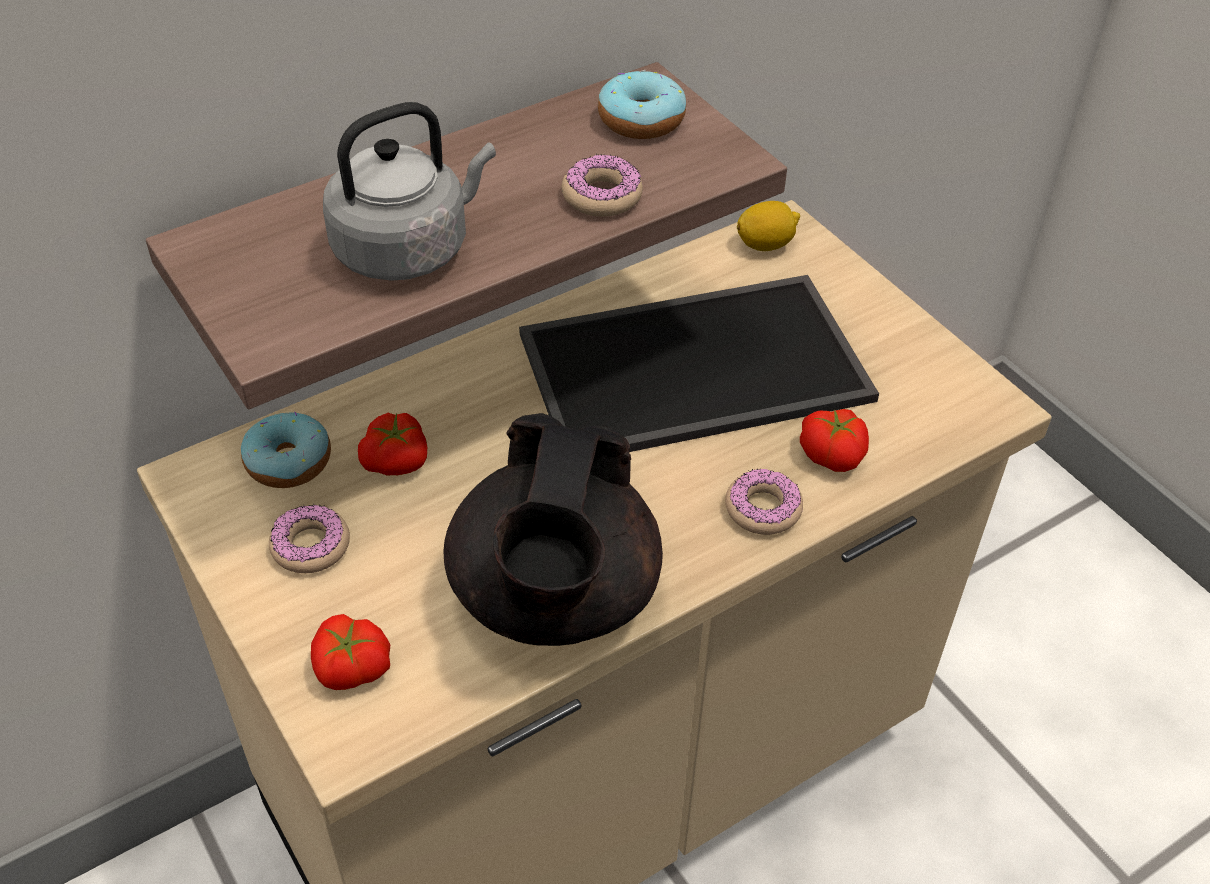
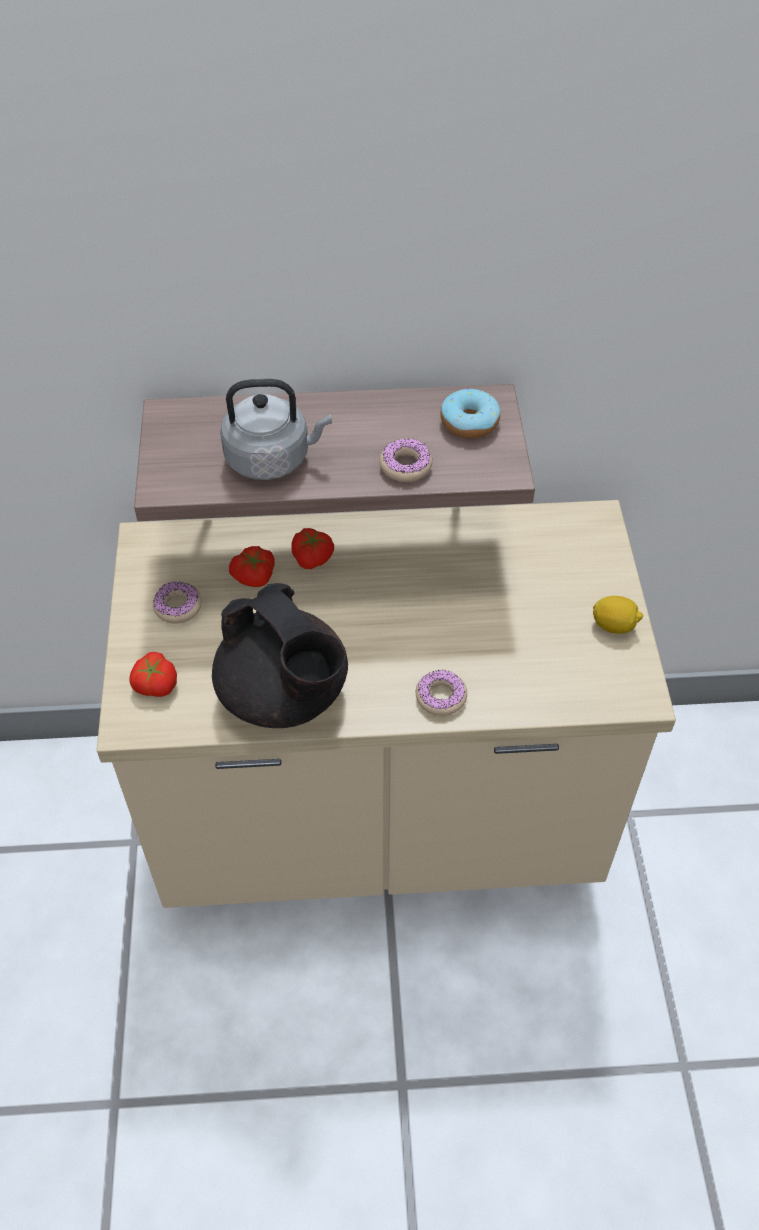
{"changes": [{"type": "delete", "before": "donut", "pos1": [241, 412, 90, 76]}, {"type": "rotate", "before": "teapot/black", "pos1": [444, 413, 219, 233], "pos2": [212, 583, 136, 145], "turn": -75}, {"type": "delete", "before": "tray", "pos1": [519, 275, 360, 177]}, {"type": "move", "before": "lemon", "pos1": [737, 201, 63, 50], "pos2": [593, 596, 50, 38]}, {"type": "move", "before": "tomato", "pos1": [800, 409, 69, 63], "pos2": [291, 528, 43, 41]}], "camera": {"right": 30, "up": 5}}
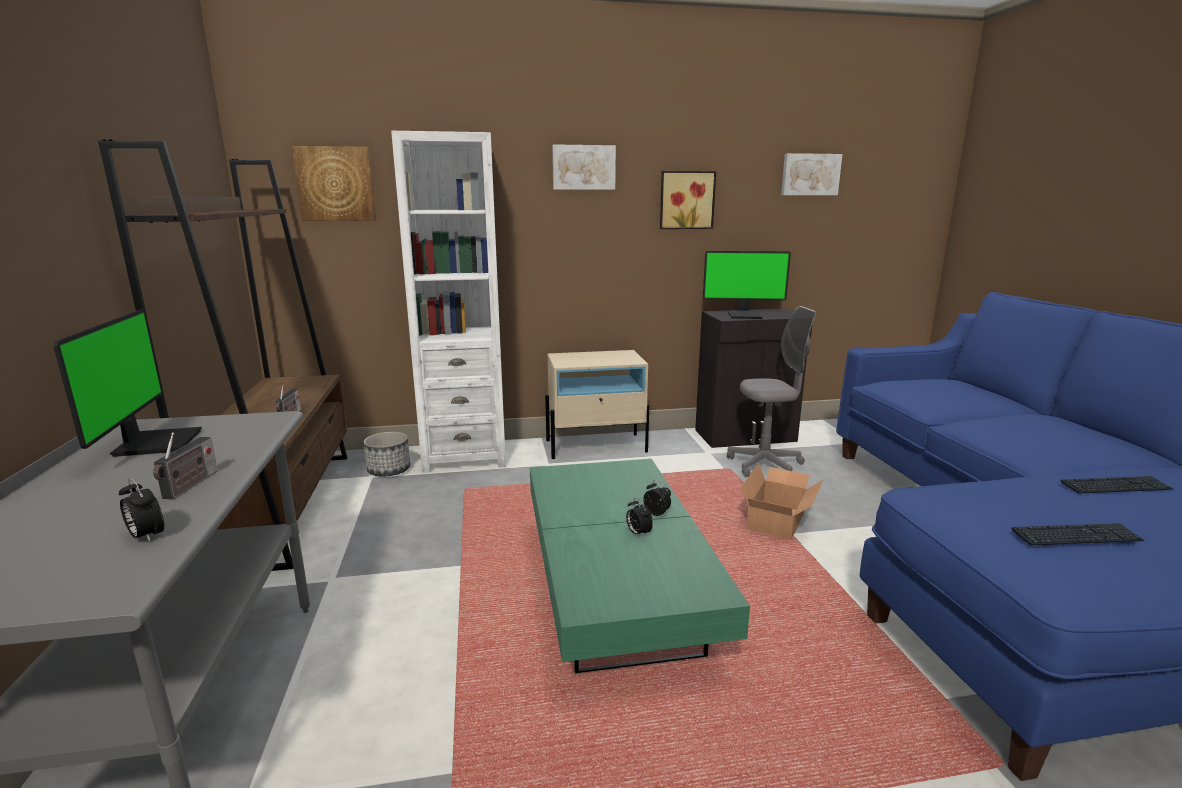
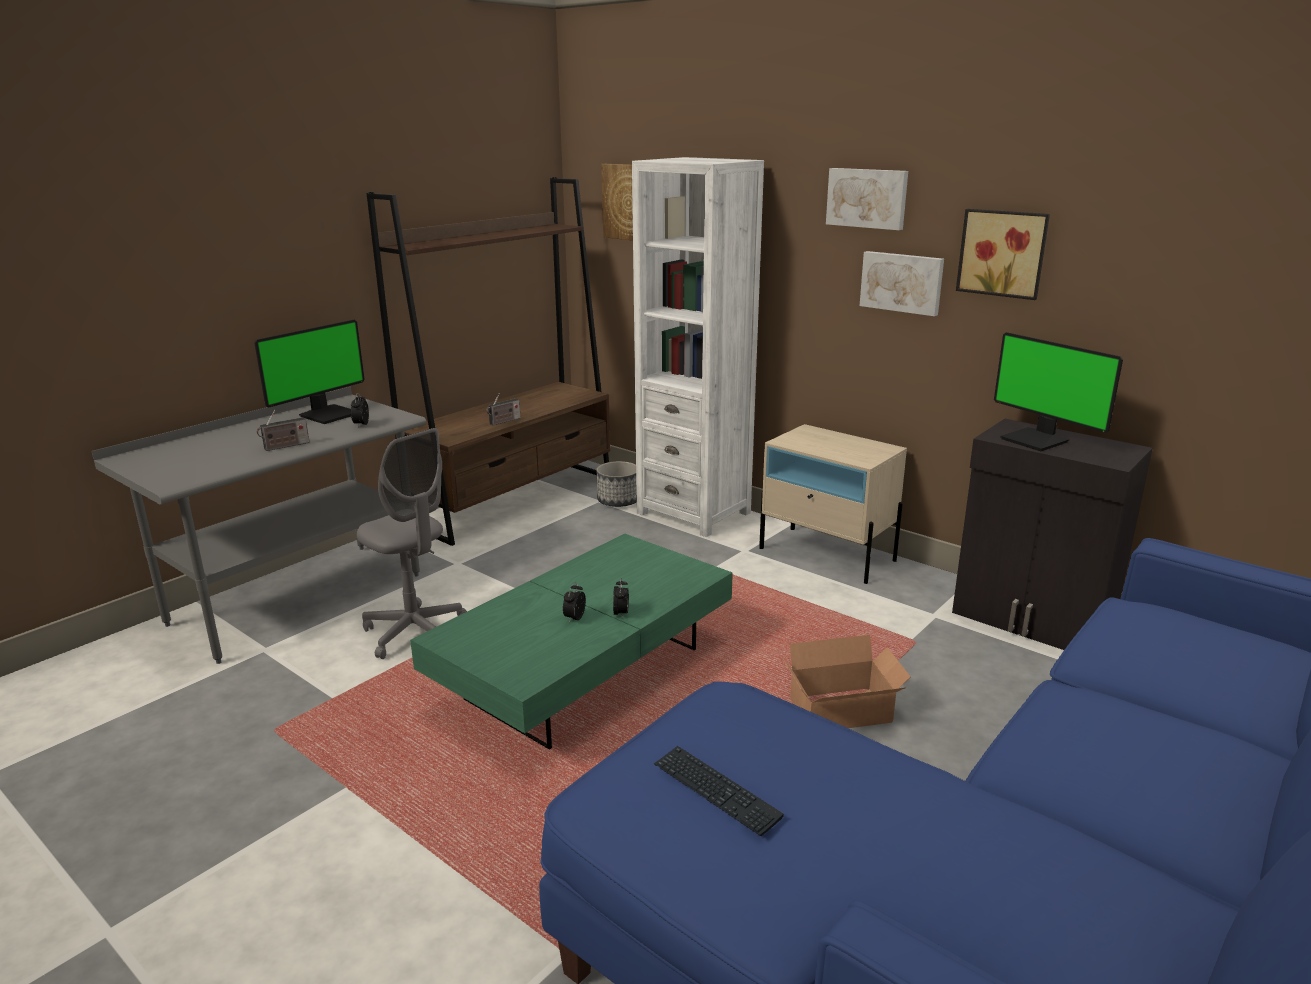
{"changes": [{"type": "move", "before": "alarm clock", "pos1": [119, 478, 45, 65], "pos2": [351, 393, 18, 34]}, {"type": "move", "before": "office chair/grey", "pos1": [727, 306, 89, 171], "pos2": [357, 428, 110, 231]}, {"type": "move", "before": "picture", "pos1": [781, 153, 62, 42], "pos2": [860, 251, 84, 65]}, {"type": "delete", "before": "keyboard", "pos1": [1061, 476, 113, 18]}], "camera": {"right": 50, "up": 5}}
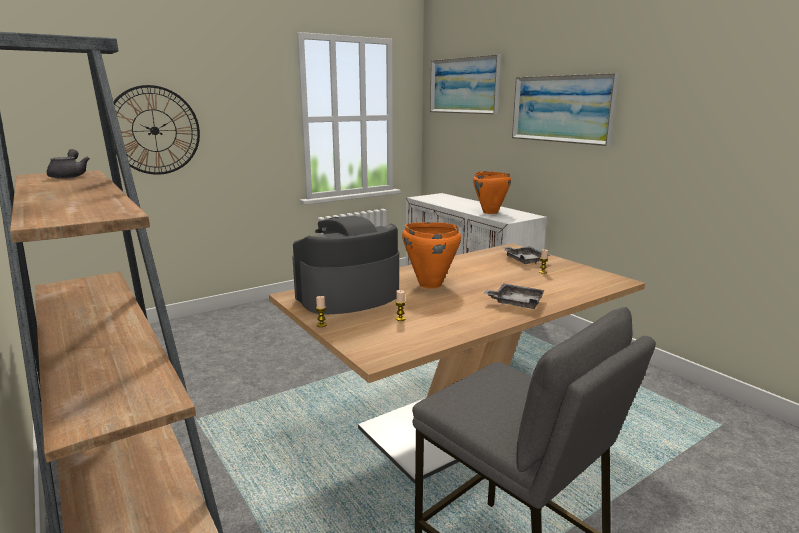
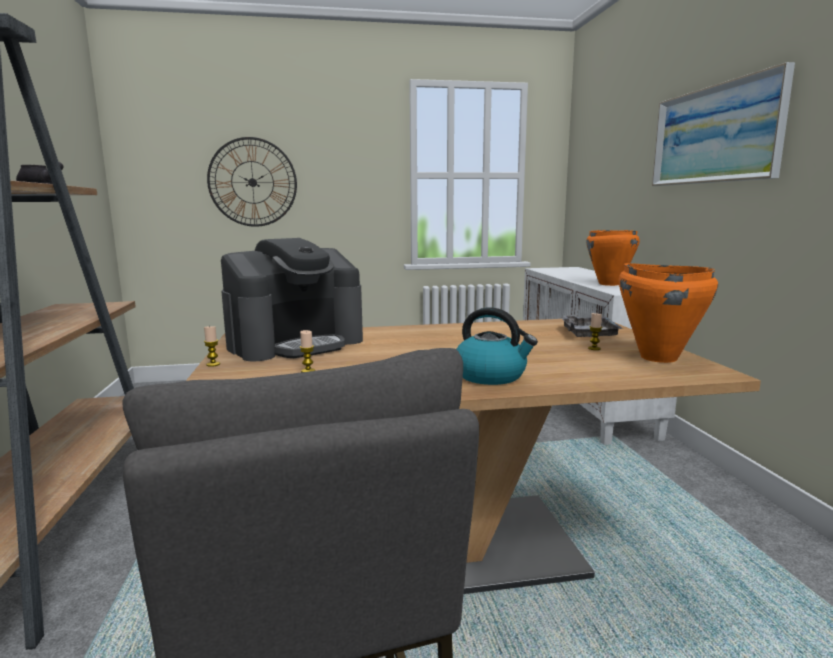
{"changes": [{"type": "rotate", "before": "coffee machine", "pos1": [292, 216, 107, 99], "pos2": [221, 238, 142, 123], "turn": 150}, {"type": "move", "before": "cooking pot/orange", "pos1": [402, 222, 59, 66], "pos2": [619, 263, 99, 100]}, {"type": "delete", "before": "picture", "pos1": [430, 54, 71, 60]}, {"type": "replace", "before": "tray/grey", "after": "kettle", "pos1": [483, 283, 62, 26], "pos2": [456, 307, 82, 78]}], "camera": {"right": 25, "up": -5}}
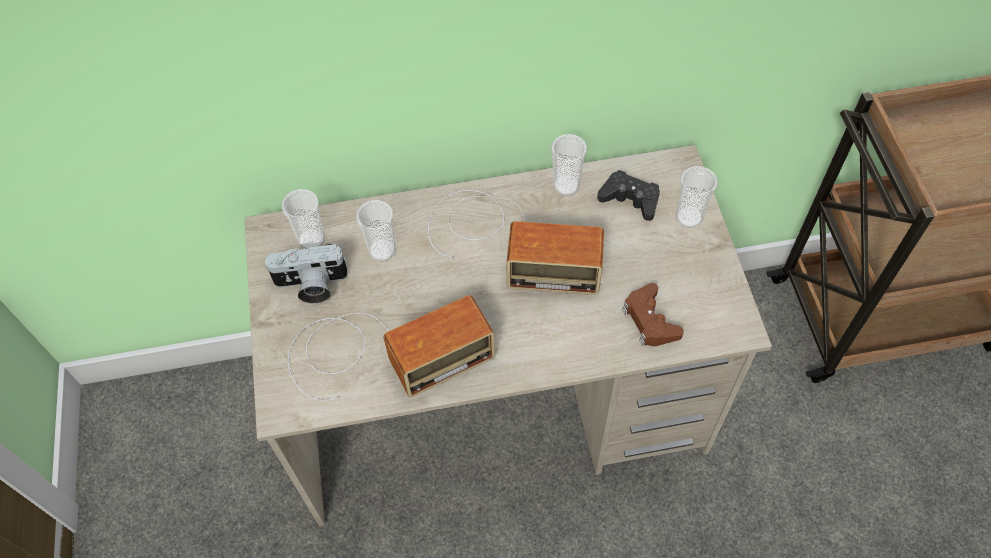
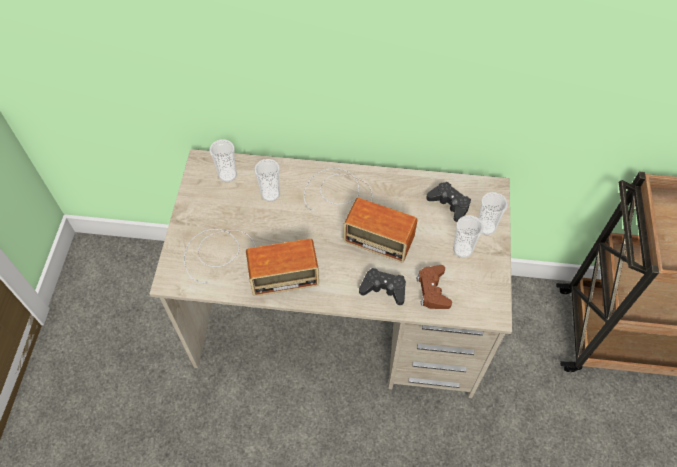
{"changes": [{"type": "delete", "before": "photo camera", "pos1": [265, 244, 83, 59]}, {"type": "move", "before": "cup", "pos1": [551, 134, 36, 62], "pos2": [453, 215, 30, 43]}, {"type": "insert", "after": "game controller/black", "pos2": [359, 268, 47, 37]}], "camera": {"right": 15, "up": 0}}
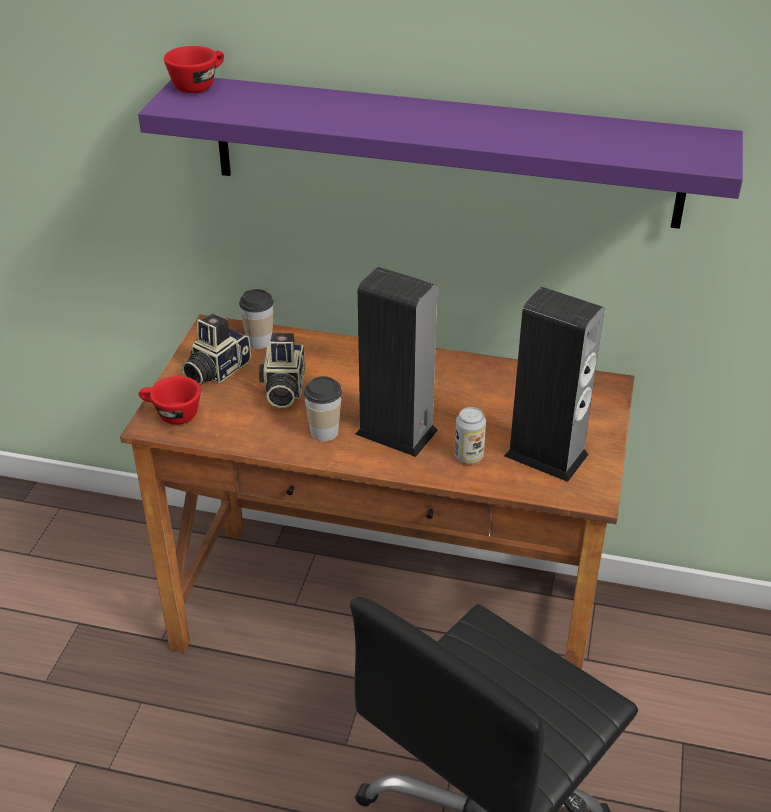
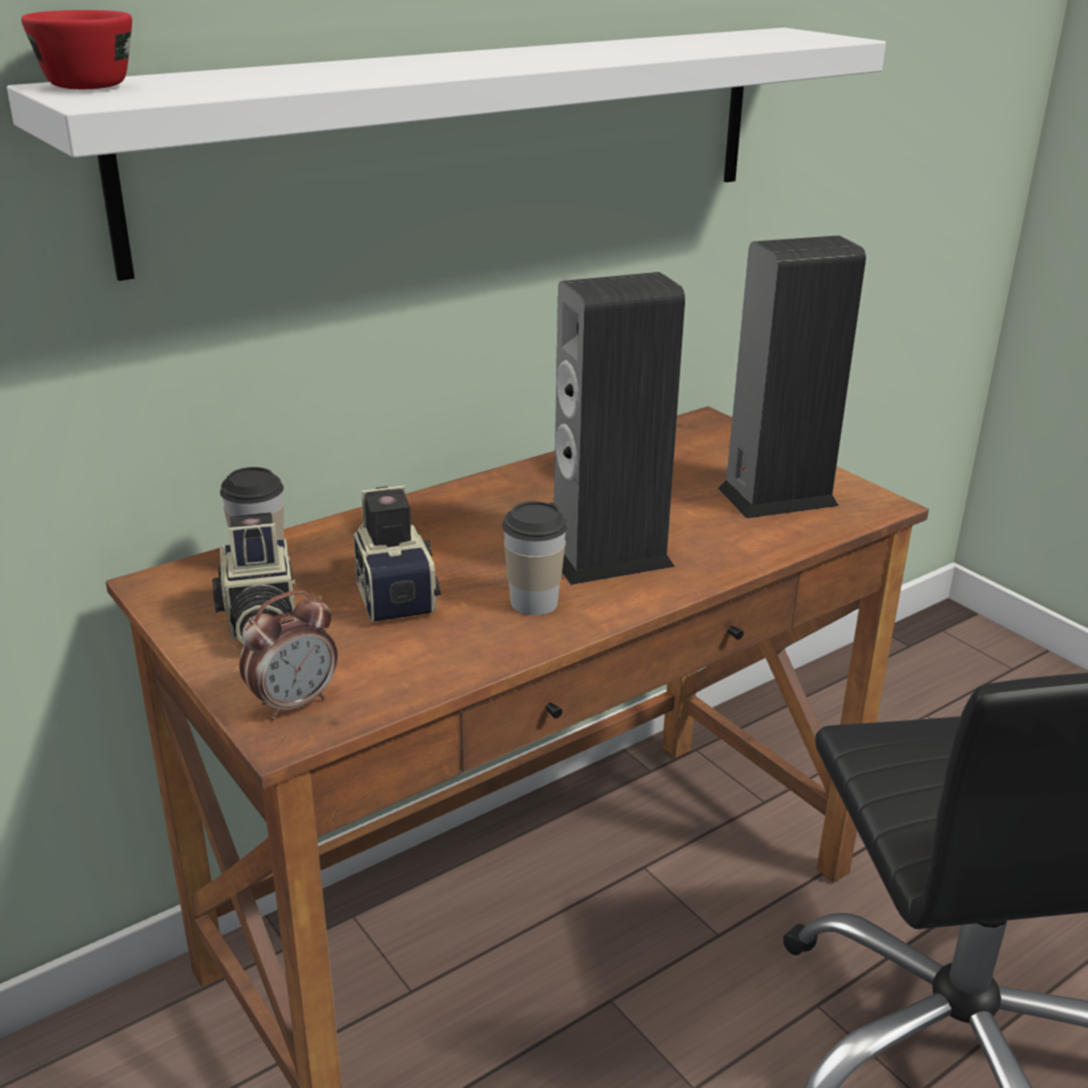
{"changes": [{"type": "recolor", "before": "shelf/purple", "after": "shelf/white", "pos1": [138, 78, 605, 151], "pos2": [7, 28, 879, 253]}, {"type": "replace", "before": "cup/red", "after": "alarm clock", "pos1": [139, 376, 62, 49], "pos2": [239, 590, 99, 130]}, {"type": "rotate", "before": "photo camera", "pos1": [259, 333, 46, 75], "pos2": [353, 485, 88, 138], "turn": -150}, {"type": "delete", "before": "can", "pos1": [455, 407, 31, 57]}], "camera": {"right": -50, "up": -10}}
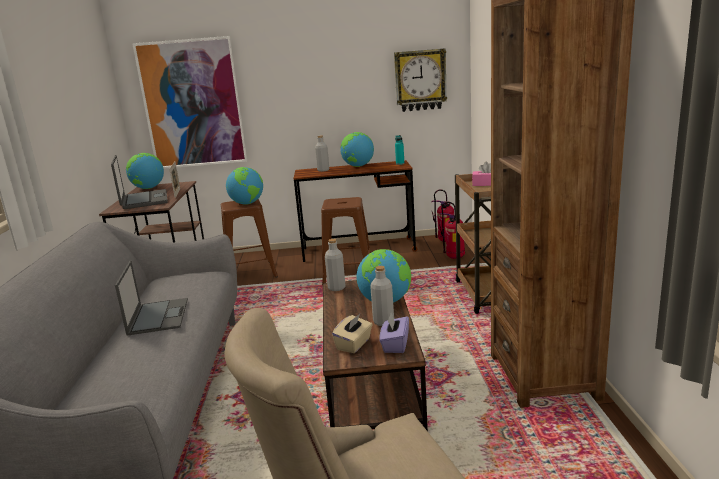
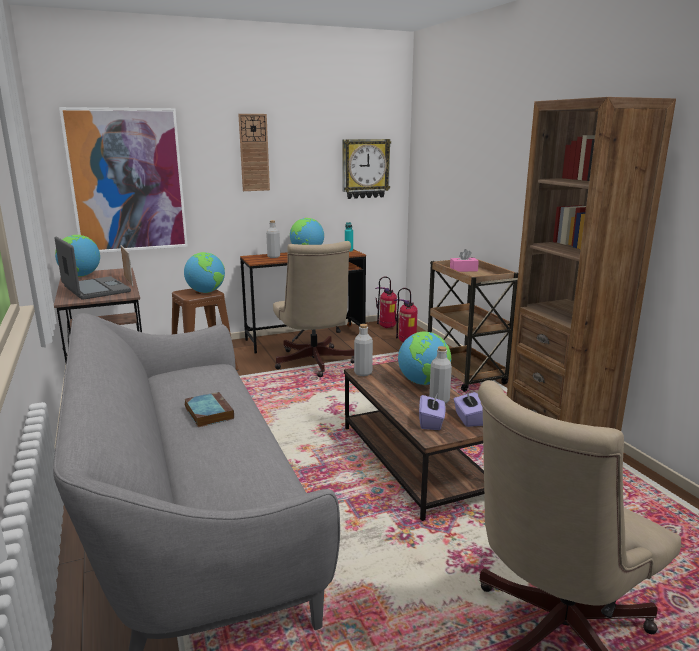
{"changes": [{"type": "replace", "before": "laptop", "after": "book", "pos1": [115, 261, 73, 75], "pos2": [185, 392, 49, 36]}, {"type": "replace", "before": "stool/brown", "after": "office chair/beige", "pos1": [321, 197, 50, 89], "pos2": [273, 241, 81, 136]}, {"type": "recolor", "before": "tissue box/beige", "after": "tissue box/purple", "pos1": [332, 314, 41, 39], "pos2": [419, 395, 27, 35]}, {"type": "insert", "after": "wall clock", "pos2": [238, 114, 32, 77]}], "camera": {"right": -20, "up": 0}}
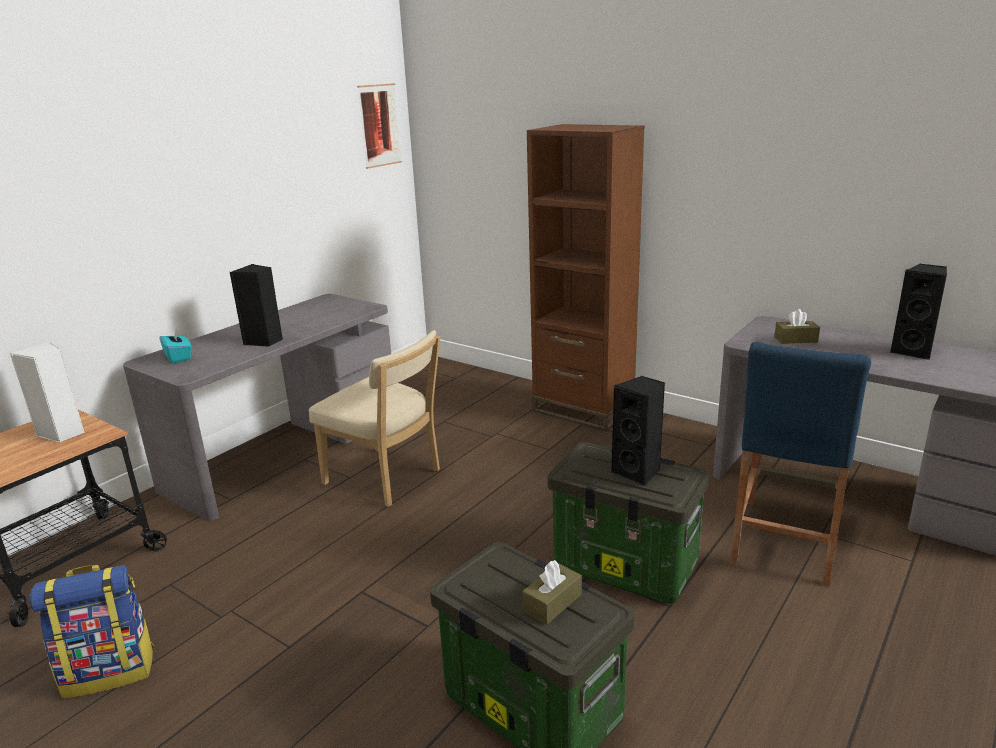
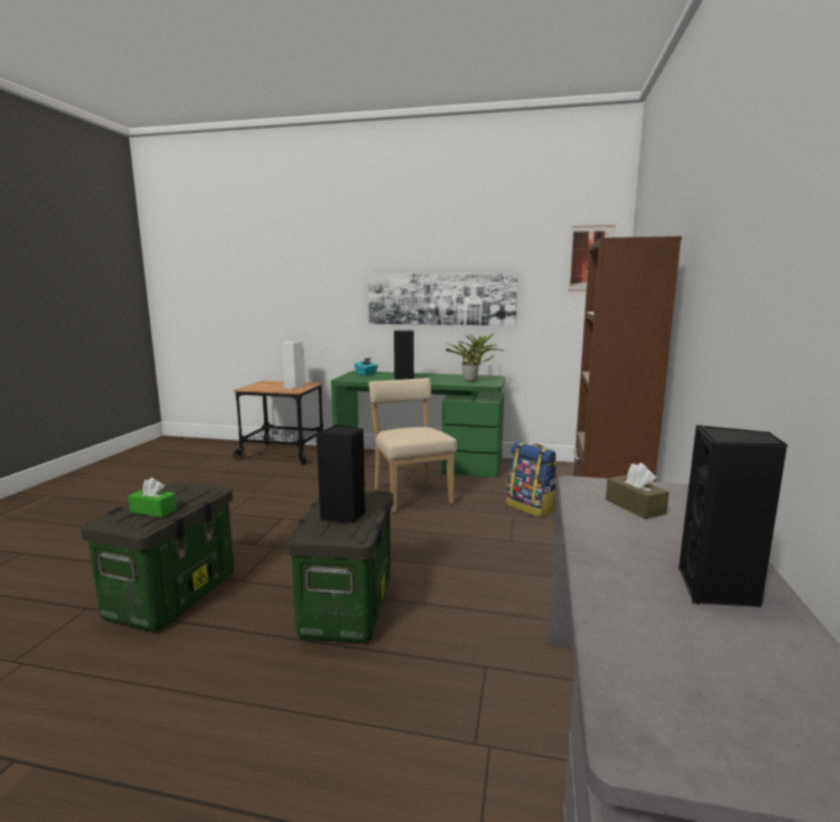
{"changes": [{"type": "move", "before": "backpack", "pos1": [29, 565, 125, 133], "pos2": [507, 442, 50, 75]}, {"type": "recolor", "before": "desk/grey", "after": "desk/green", "pos1": [123, 294, 268, 227], "pos2": [331, 371, 174, 107]}, {"type": "rotate", "before": "chair/beige", "pos1": [309, 330, 131, 177], "pos2": [369, 378, 88, 135], "turn": 150}, {"type": "recolor", "before": "tissue box/brown", "after": "tissue box/green", "pos1": [522, 560, 60, 65], "pos2": [128, 478, 49, 39]}, {"type": "delete", "before": "stool/blue", "pos1": [730, 341, 141, 246]}, {"type": "insert", "after": "picture", "pos2": [368, 273, 150, 53]}, {"type": "insert", "after": "potted plant", "pos2": [446, 332, 58, 50]}], "camera": {"right": 65, "up": -10}}
